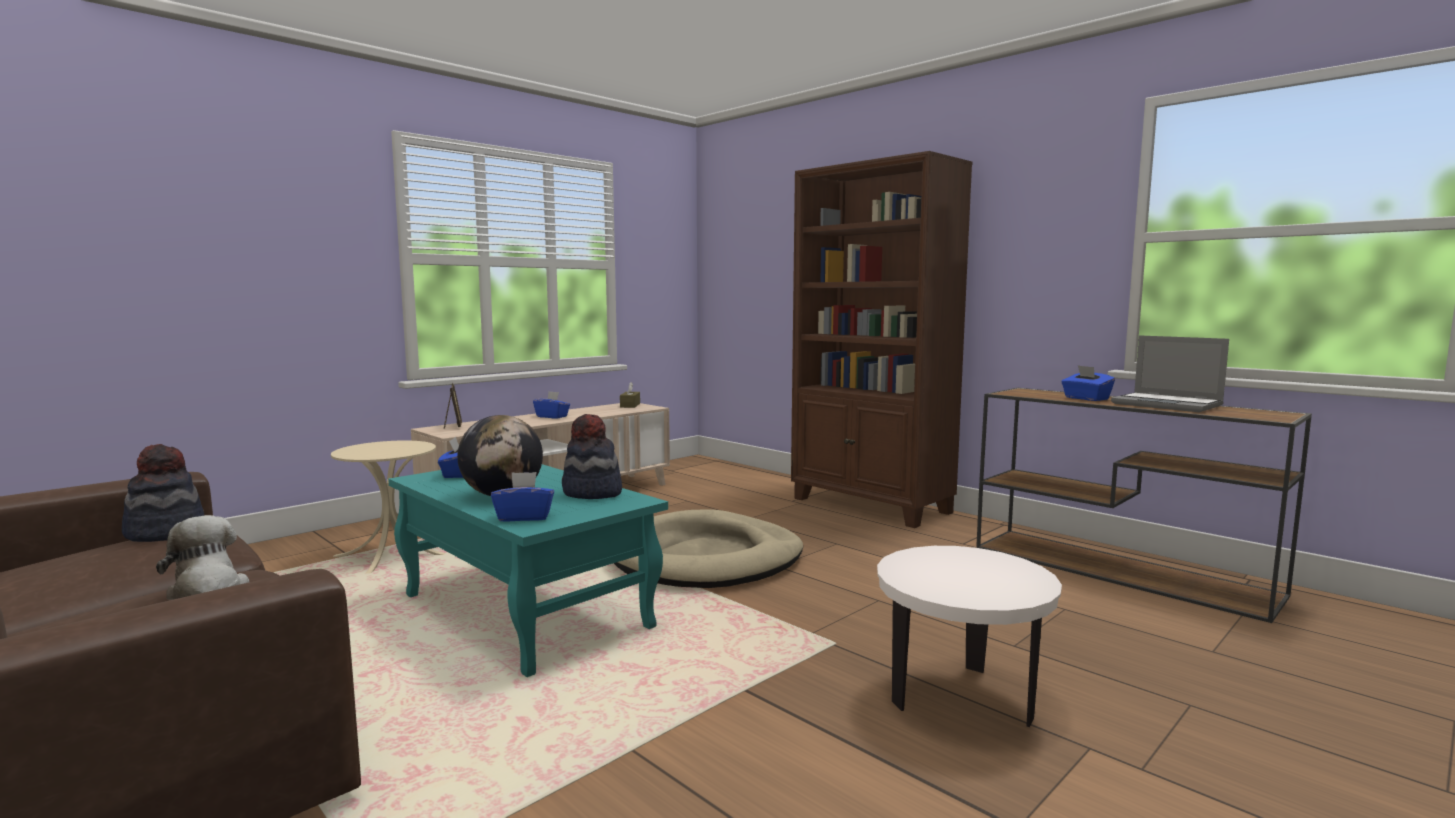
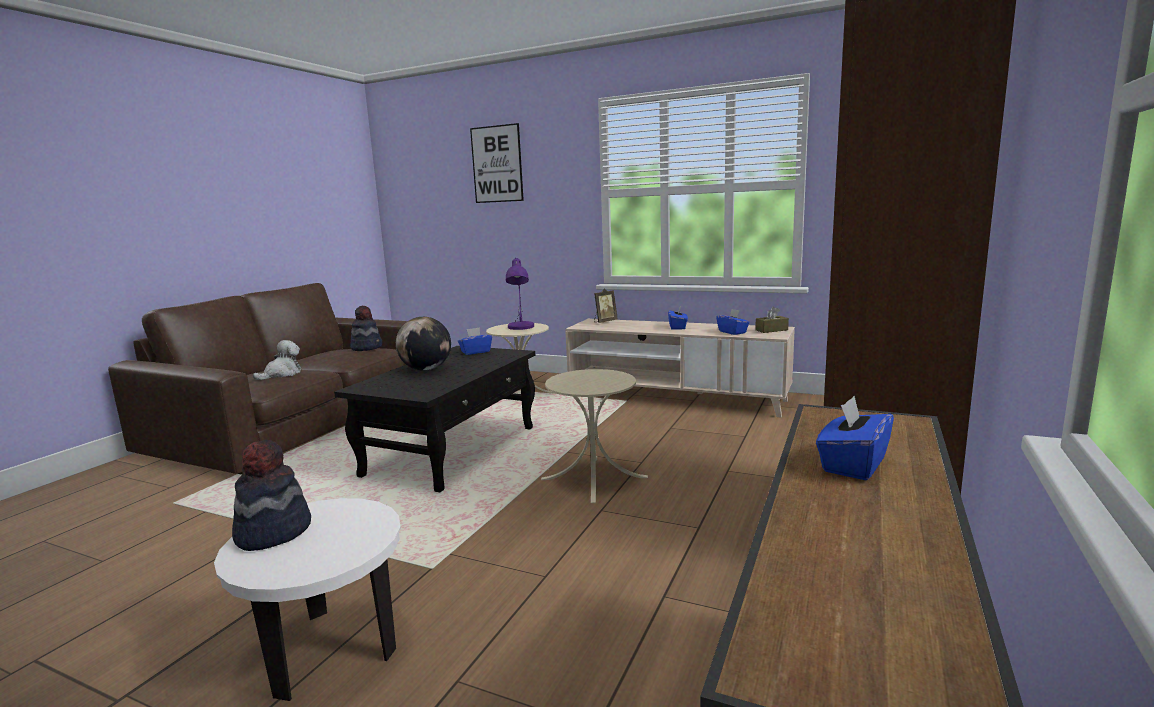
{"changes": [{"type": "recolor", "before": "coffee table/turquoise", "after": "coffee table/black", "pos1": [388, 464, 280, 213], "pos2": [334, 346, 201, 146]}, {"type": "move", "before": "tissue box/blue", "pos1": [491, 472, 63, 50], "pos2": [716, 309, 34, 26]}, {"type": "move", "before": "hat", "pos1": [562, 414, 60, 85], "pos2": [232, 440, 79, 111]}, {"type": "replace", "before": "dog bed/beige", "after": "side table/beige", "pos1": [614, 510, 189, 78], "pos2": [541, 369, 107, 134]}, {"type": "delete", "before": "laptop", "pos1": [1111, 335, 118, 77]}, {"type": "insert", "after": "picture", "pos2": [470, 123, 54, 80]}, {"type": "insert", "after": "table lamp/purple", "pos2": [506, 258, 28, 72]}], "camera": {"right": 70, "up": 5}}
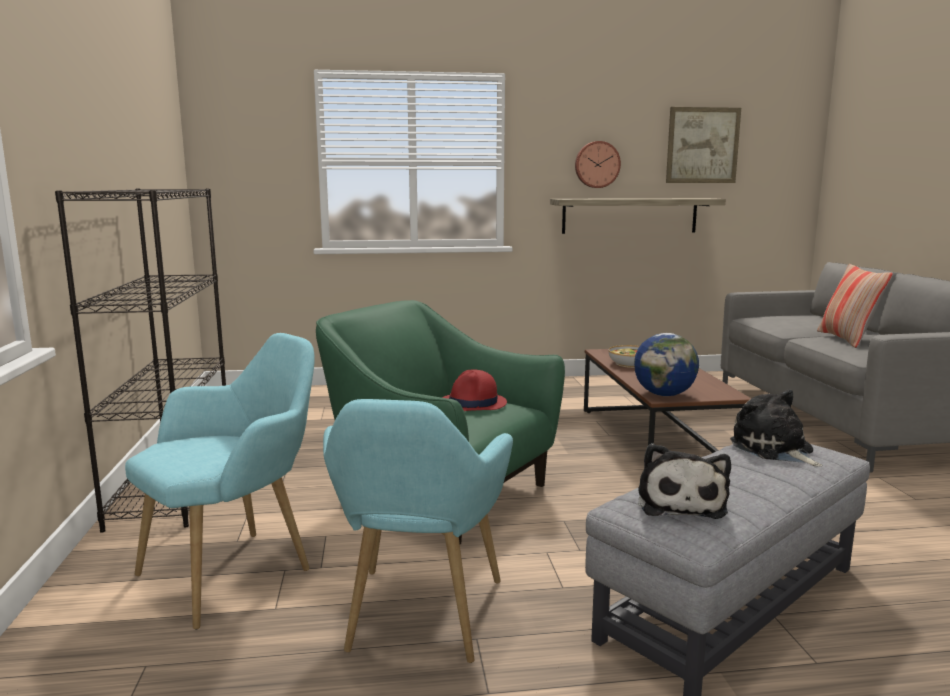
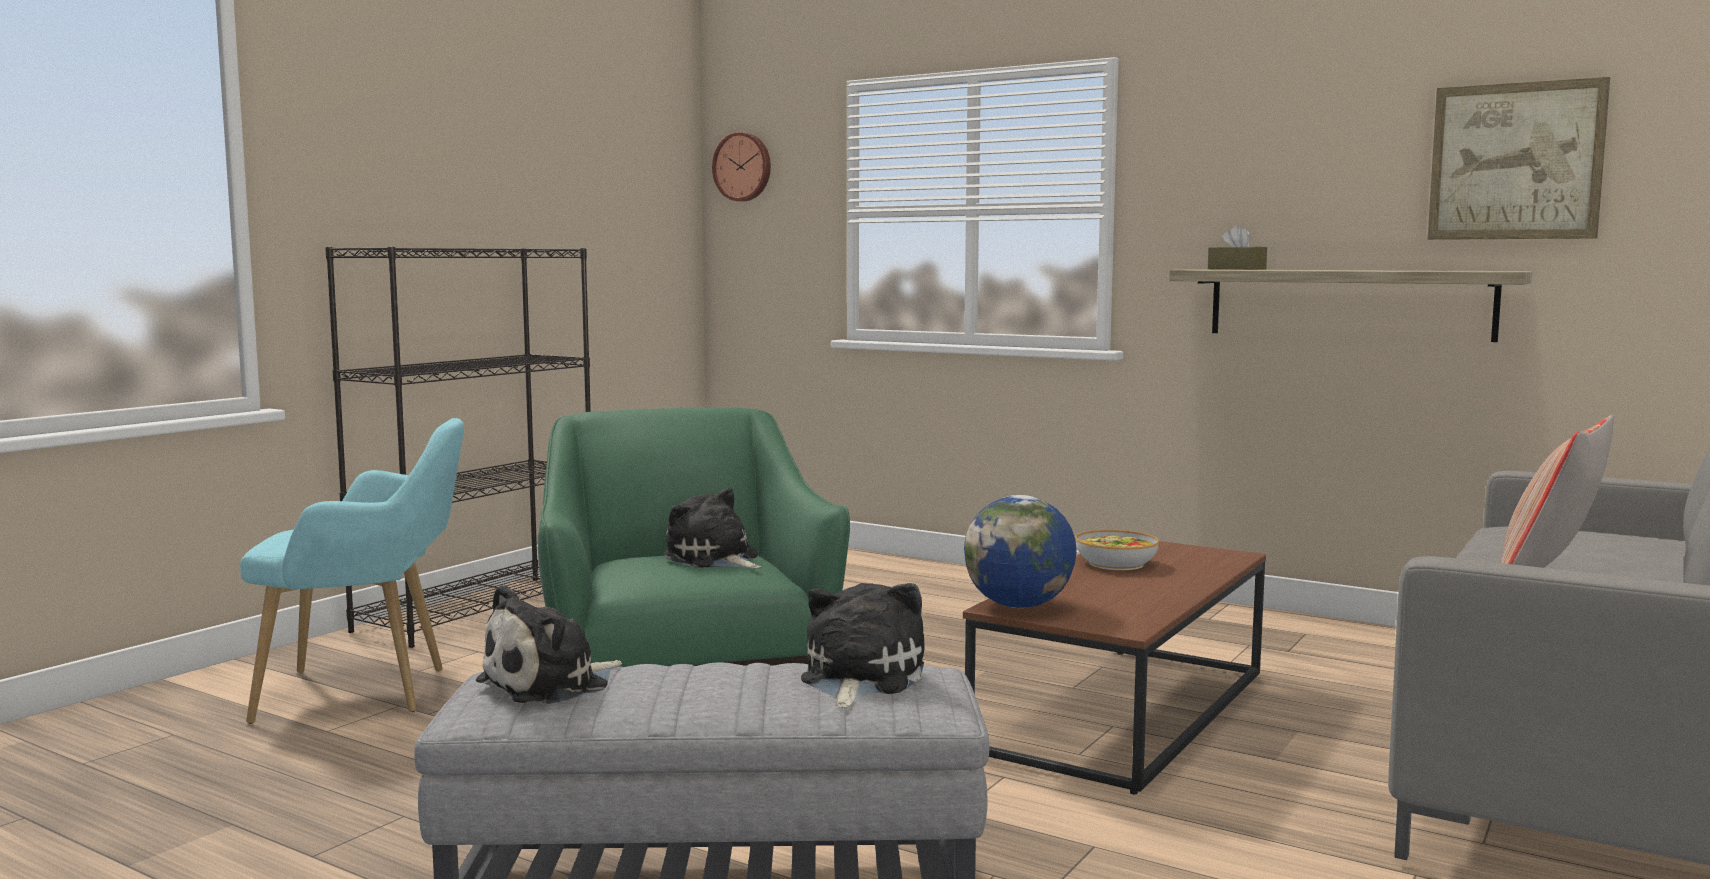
{"changes": [{"type": "delete", "before": "armchair/turquoise", "pos1": [323, 399, 190, 264]}, {"type": "replace", "before": "hat/red", "after": "plush toy", "pos1": [442, 370, 65, 41], "pos2": [664, 487, 97, 82]}, {"type": "move", "before": "wall clock", "pos1": [575, 141, 46, 47], "pos2": [712, 132, 59, 70]}, {"type": "insert", "after": "tissue box/brown", "pos2": [1208, 225, 59, 45]}], "camera": {"right": 40, "up": -5}}
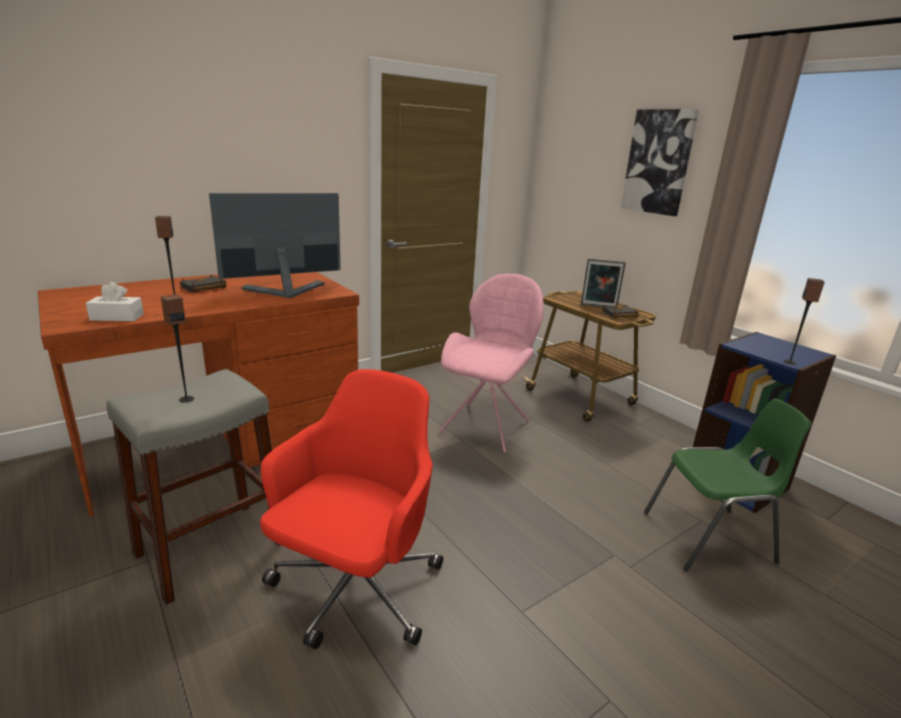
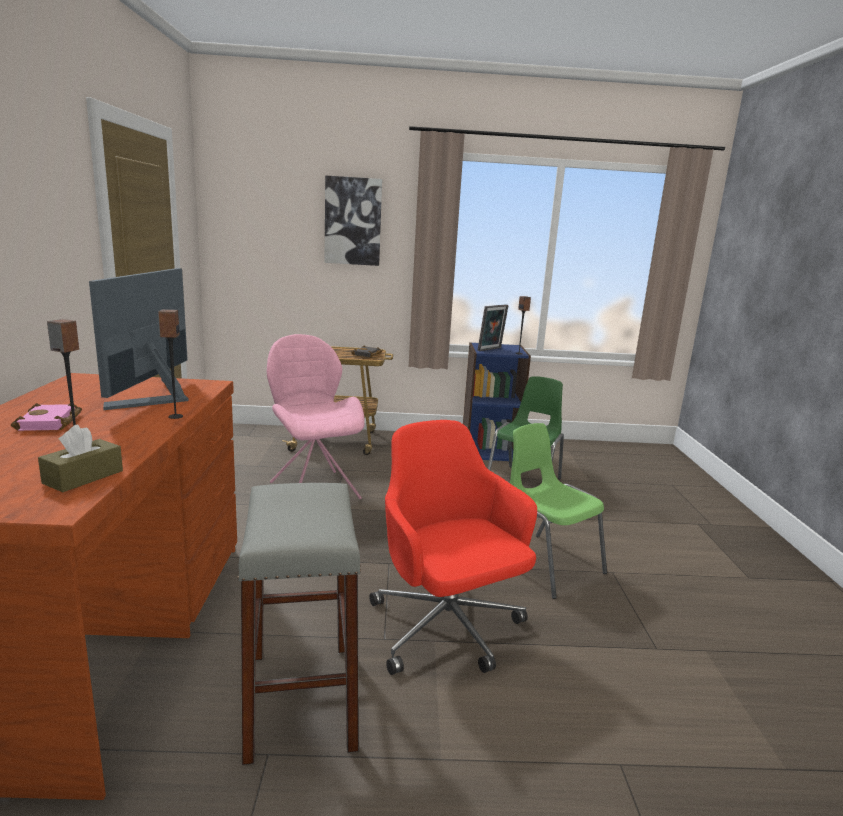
{"changes": [{"type": "recolor", "before": "tissue box/white", "after": "tissue box/brown", "pos1": [86, 282, 58, 39], "pos2": [38, 424, 85, 68]}, {"type": "move", "before": "speaker", "pos1": [161, 294, 33, 109], "pos2": [158, 309, 25, 110]}, {"type": "recolor", "before": "book/black", "after": "book/pink", "pos1": [180, 275, 47, 18], "pos2": [11, 403, 71, 28]}, {"type": "move", "before": "picture frame", "pos1": [581, 259, 45, 48], "pos2": [477, 305, 32, 46]}, {"type": "insert", "after": "chair/green", "pos2": [510, 423, 97, 176]}], "camera": {"right": -55, "up": -5}}
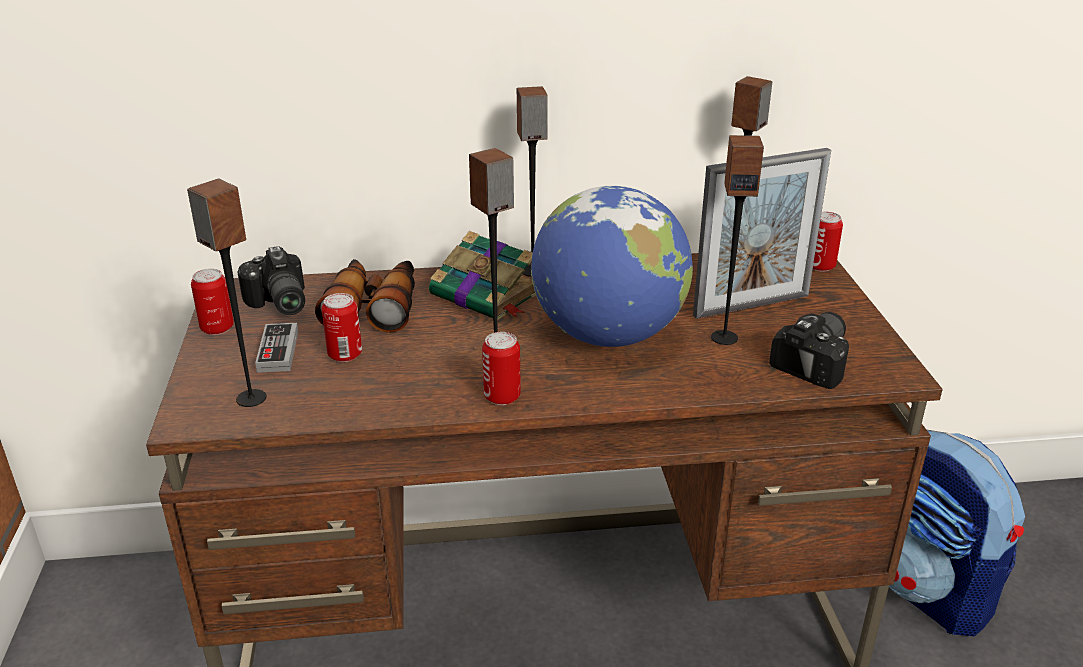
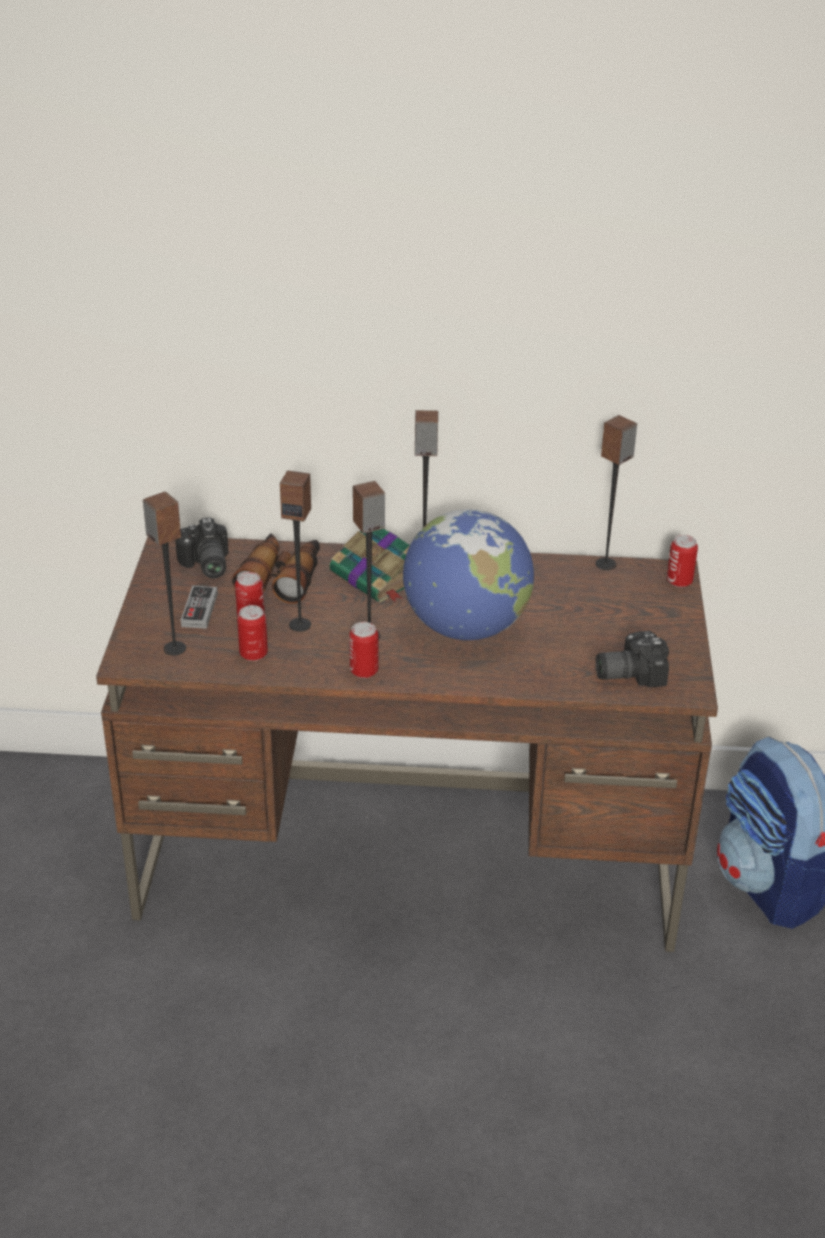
{"changes": [{"type": "move", "before": "can", "pos1": [191, 269, 43, 66], "pos2": [237, 605, 31, 56]}, {"type": "delete", "before": "picture frame", "pos1": [693, 148, 138, 171]}, {"type": "move", "before": "speaker", "pos1": [711, 135, 53, 210], "pos2": [280, 470, 31, 161]}, {"type": "rotate", "before": "photo camera", "pos1": [769, 312, 80, 77], "pos2": [596, 631, 73, 56], "turn": -150}], "camera": {"right": 10, "up": 5}}
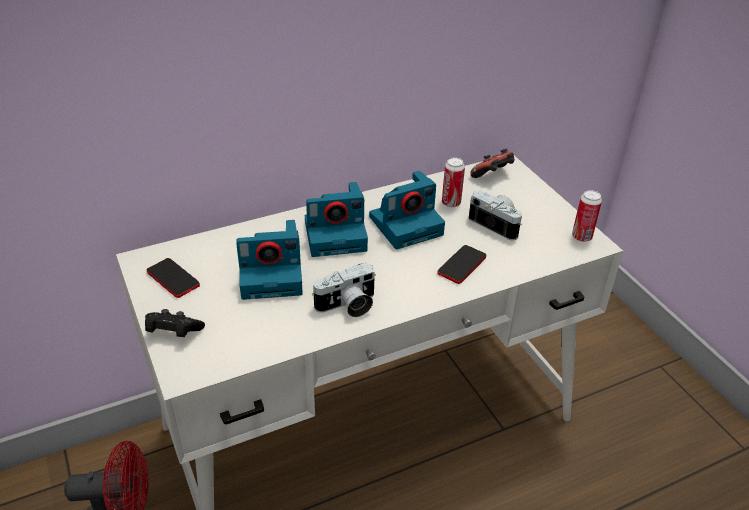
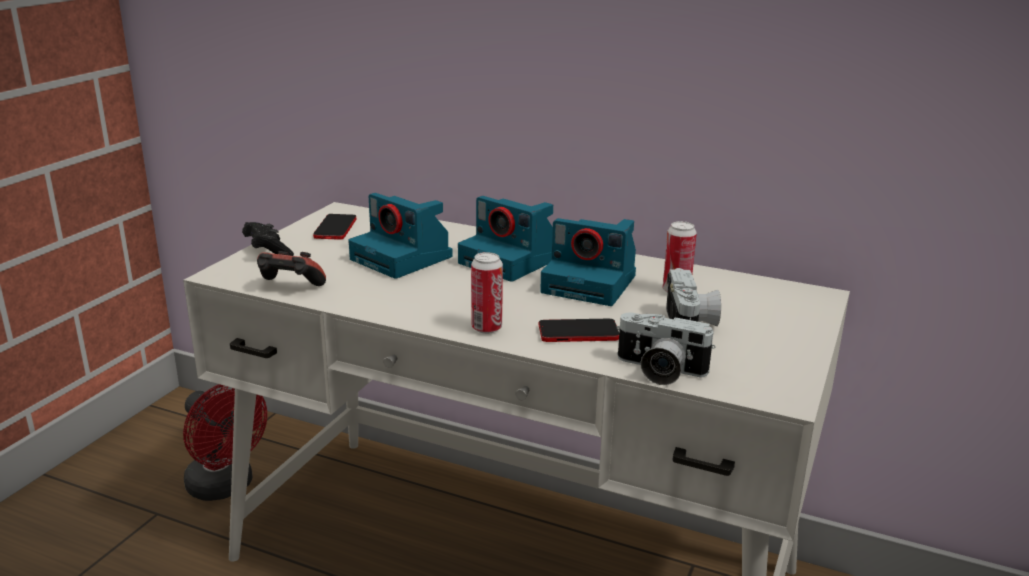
{"changes": [{"type": "move", "before": "photo camera", "pos1": [312, 263, 64, 54], "pos2": [616, 313, 100, 72]}, {"type": "move", "before": "game controller", "pos1": [470, 149, 45, 29], "pos2": [257, 251, 69, 35]}, {"type": "move", "before": "can", "pos1": [572, 190, 30, 52], "pos2": [471, 252, 32, 82]}], "camera": {"right": 50, "up": -15}}
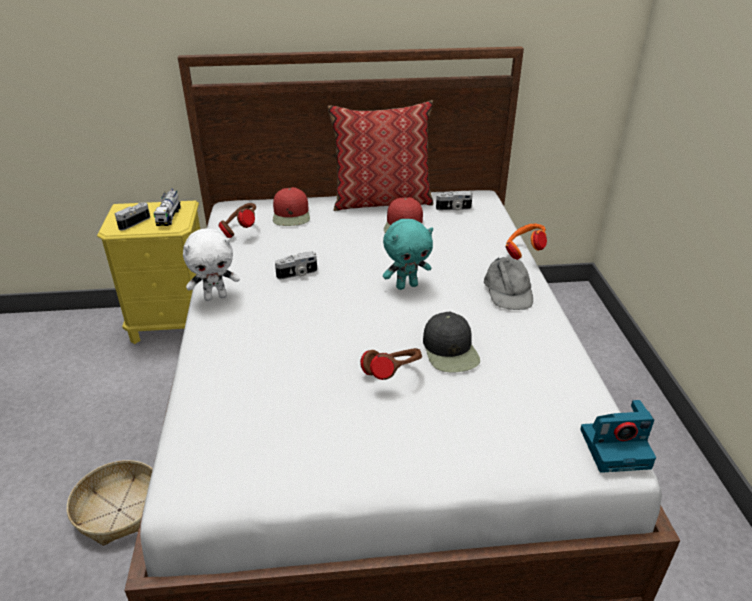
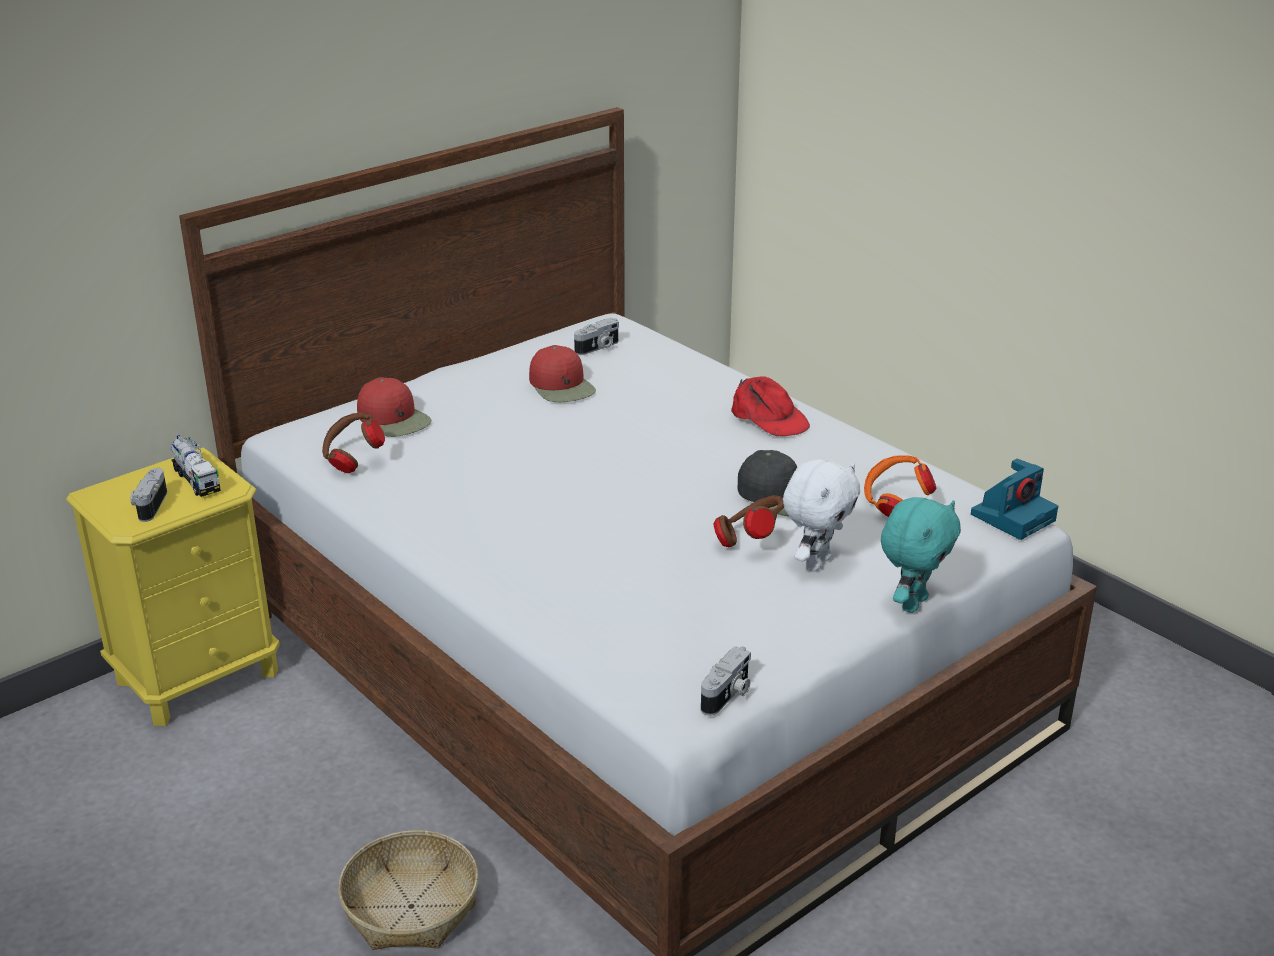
{"changes": [{"type": "move", "before": "plush toy/white", "pos1": [183, 229, 57, 72], "pos2": [783, 459, 77, 112]}, {"type": "move", "before": "photo camera", "pos1": [275, 251, 42, 28], "pos2": [701, 646, 50, 70]}, {"type": "delete", "before": "pillow", "pos1": [327, 101, 106, 110]}, {"type": "move", "before": "plush toy/turquoise", "pos1": [383, 219, 50, 71], "pos2": [881, 497, 80, 116]}, {"type": "recolor", "before": "cap/grey", "after": "cap/red", "pos1": [484, 256, 49, 54], "pos2": [731, 376, 79, 60]}, {"type": "move", "before": "headphones/orange", "pos1": [506, 224, 41, 36], "pos2": [864, 455, 72, 62]}], "camera": {"right": -35, "up": -5}}
